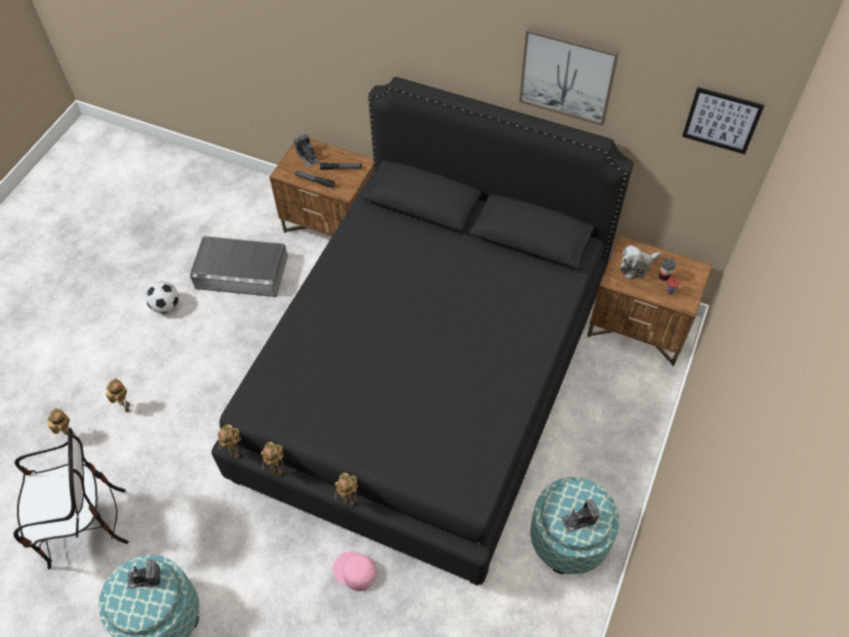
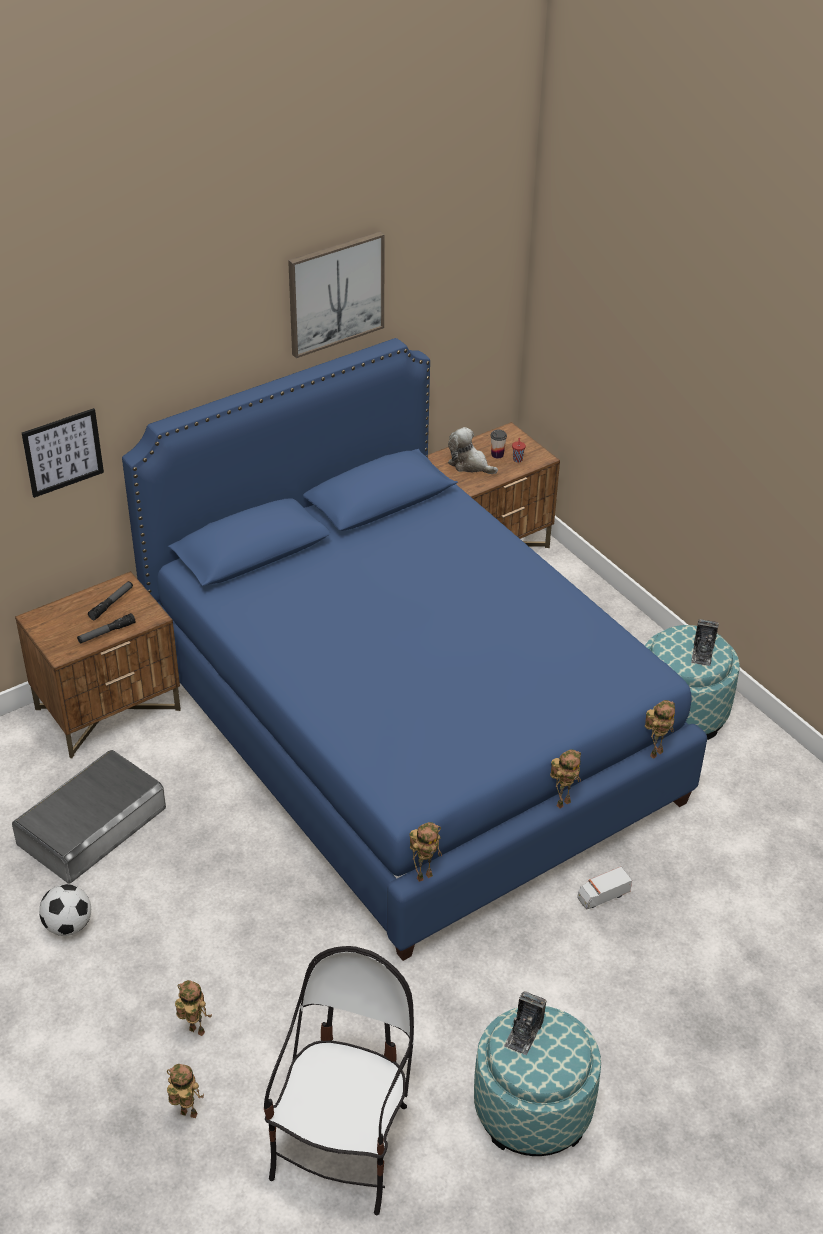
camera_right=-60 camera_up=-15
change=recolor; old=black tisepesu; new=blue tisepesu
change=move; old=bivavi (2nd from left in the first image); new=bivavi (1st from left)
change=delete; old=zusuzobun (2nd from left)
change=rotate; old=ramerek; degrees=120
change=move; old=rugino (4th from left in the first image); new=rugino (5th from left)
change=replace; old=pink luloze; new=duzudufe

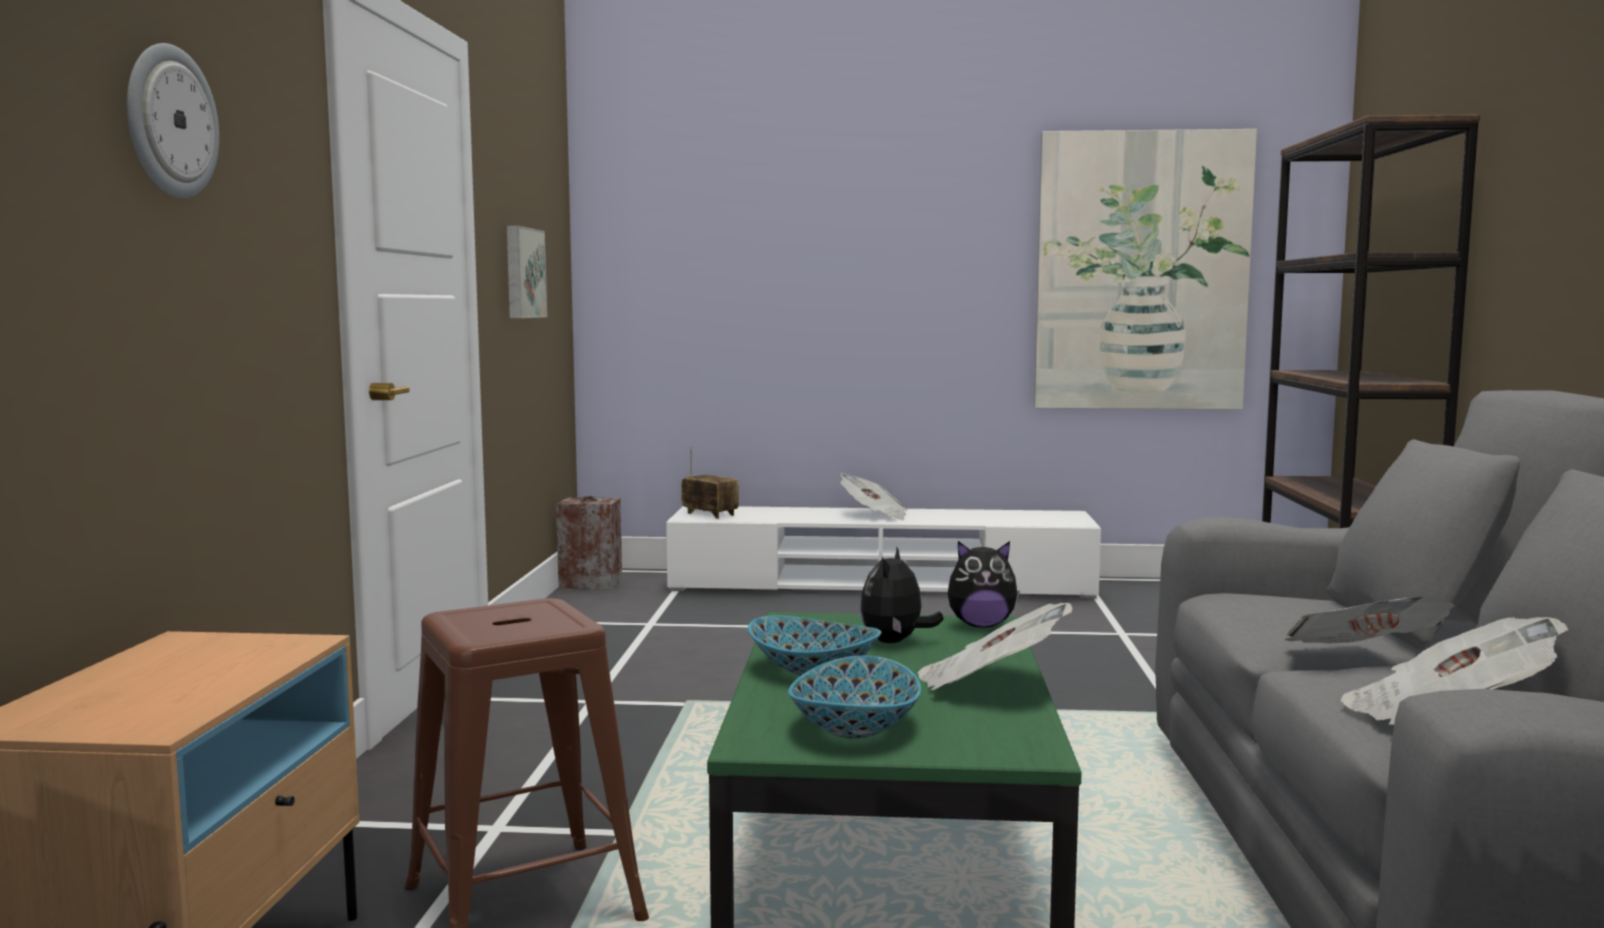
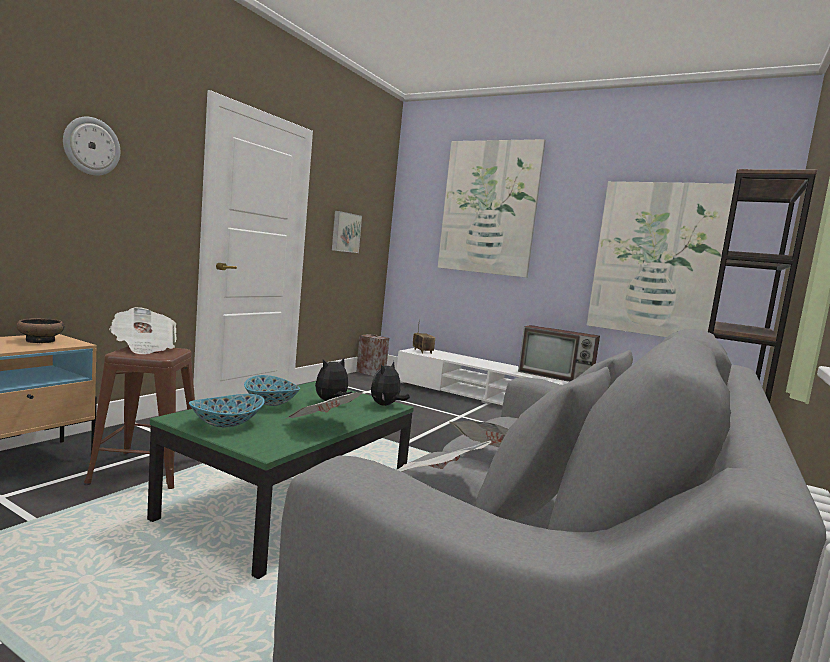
camera_right=25 camera_up=0
change=move; old=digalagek (1st from left)
change=rotate; old=ramerek (2nd from left); degrees=90
change=insert; new=bivavi (2nd from left)
change=insert; new=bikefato (1st from left)
change=insert; new=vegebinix

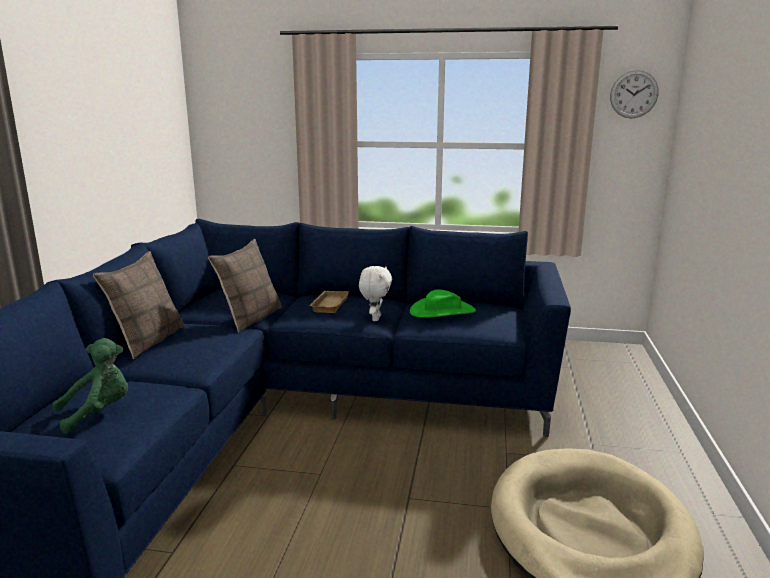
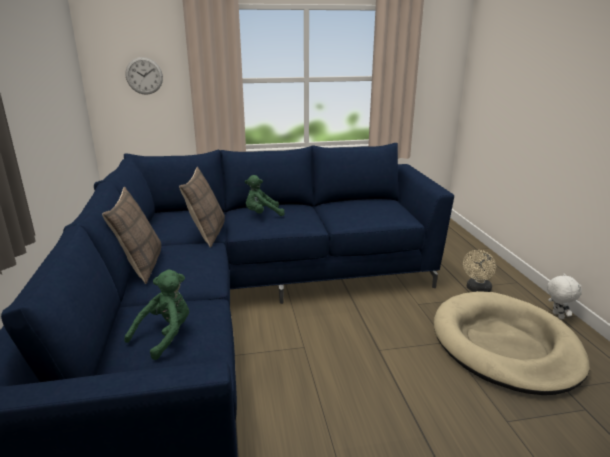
camera_right=-20 camera_up=5
change=move; old=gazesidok
change=move; old=white ramerek
change=delete; old=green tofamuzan
change=replace; old=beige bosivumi; new=green ramerek (2nd from left)
change=insert; new=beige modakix

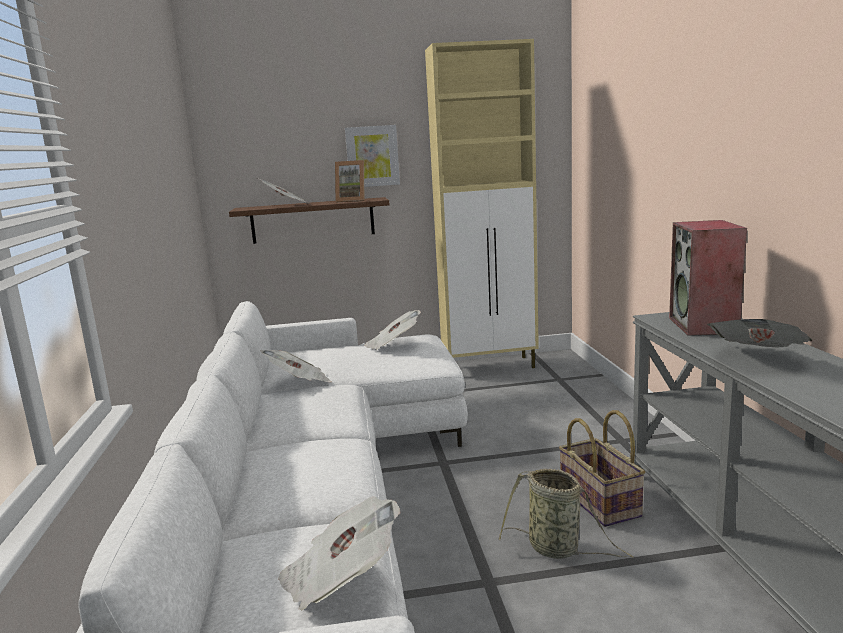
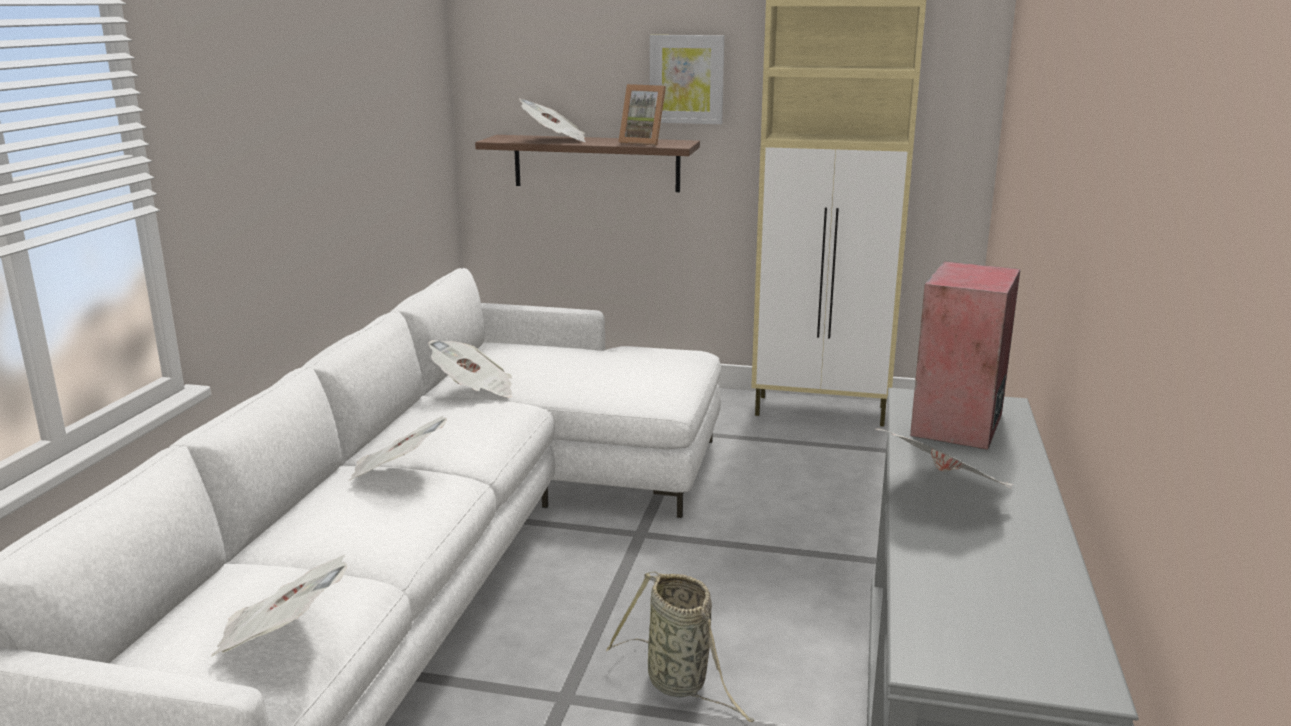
camera_right=20 camera_up=5
change=move; old=digalagek (4th from left in the first image); new=digalagek (2nd from left)
change=delete; old=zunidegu (2nd from left)

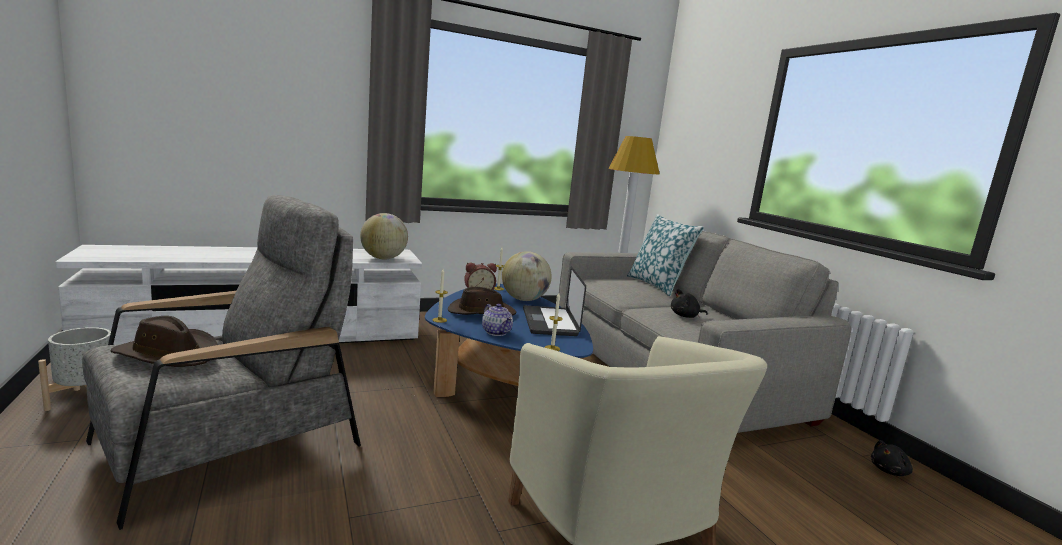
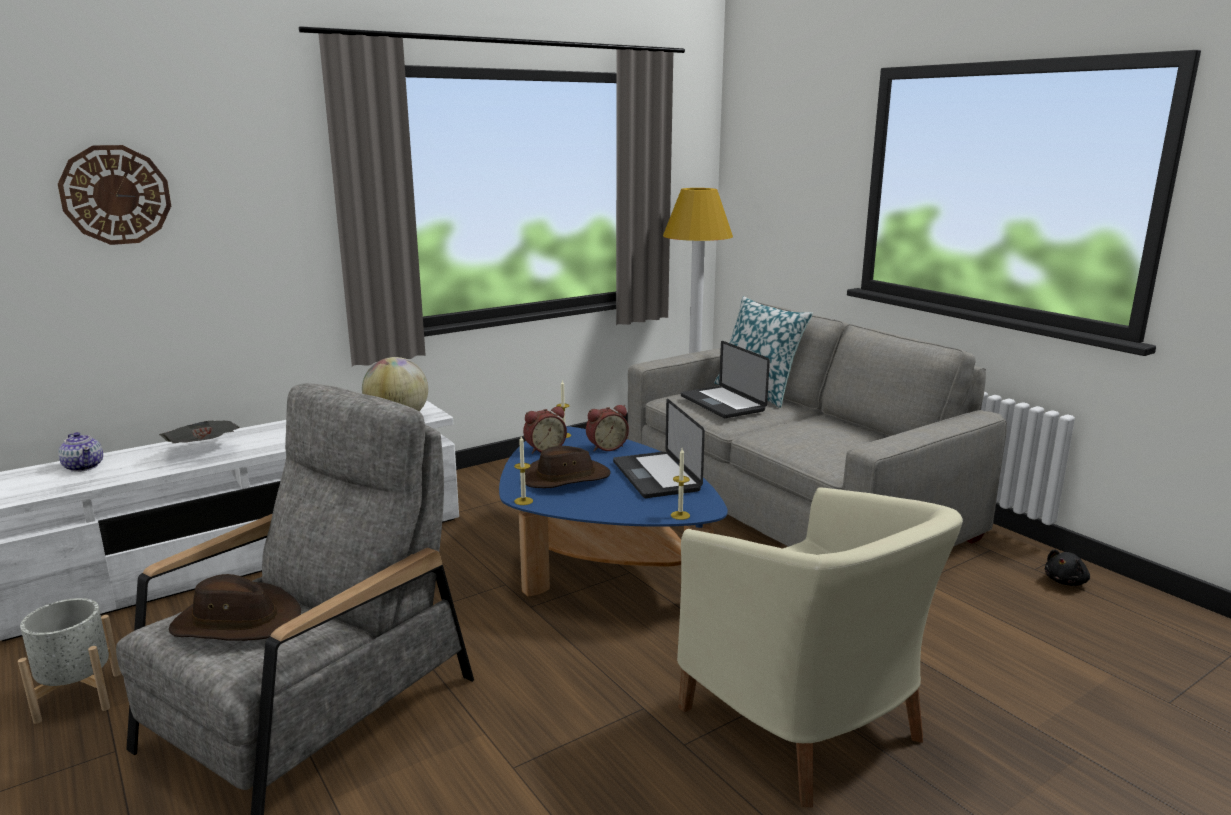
camera_right=-10 camera_up=5
change=replace; old=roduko (2nd from left); new=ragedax (2nd from left)
change=delete; old=black ramerek (1st from left)
change=move; old=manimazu
change=insert; new=gazesidok
change=insert; new=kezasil (2nd from left)
change=insert; new=digalagek

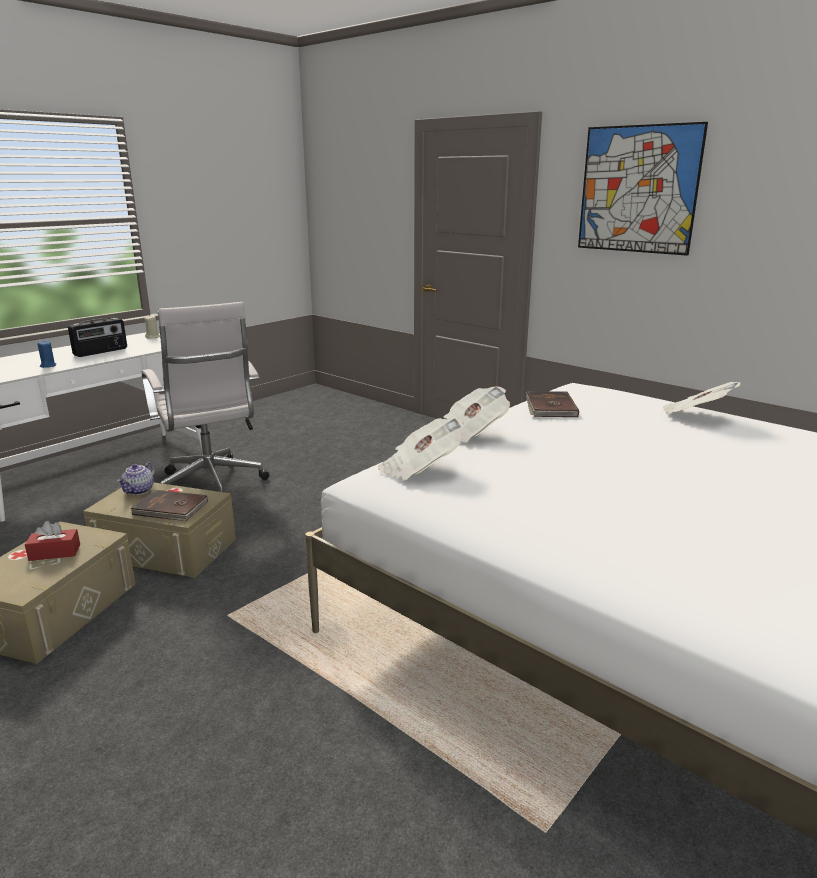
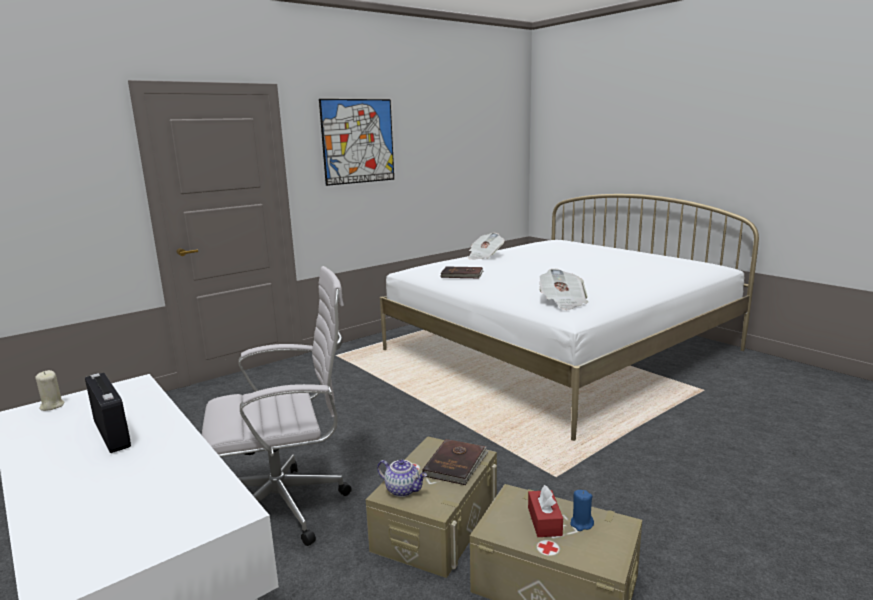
camera_right=-80 camera_up=-5
change=move; old=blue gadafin
change=delete; old=digalagek (2nd from left)

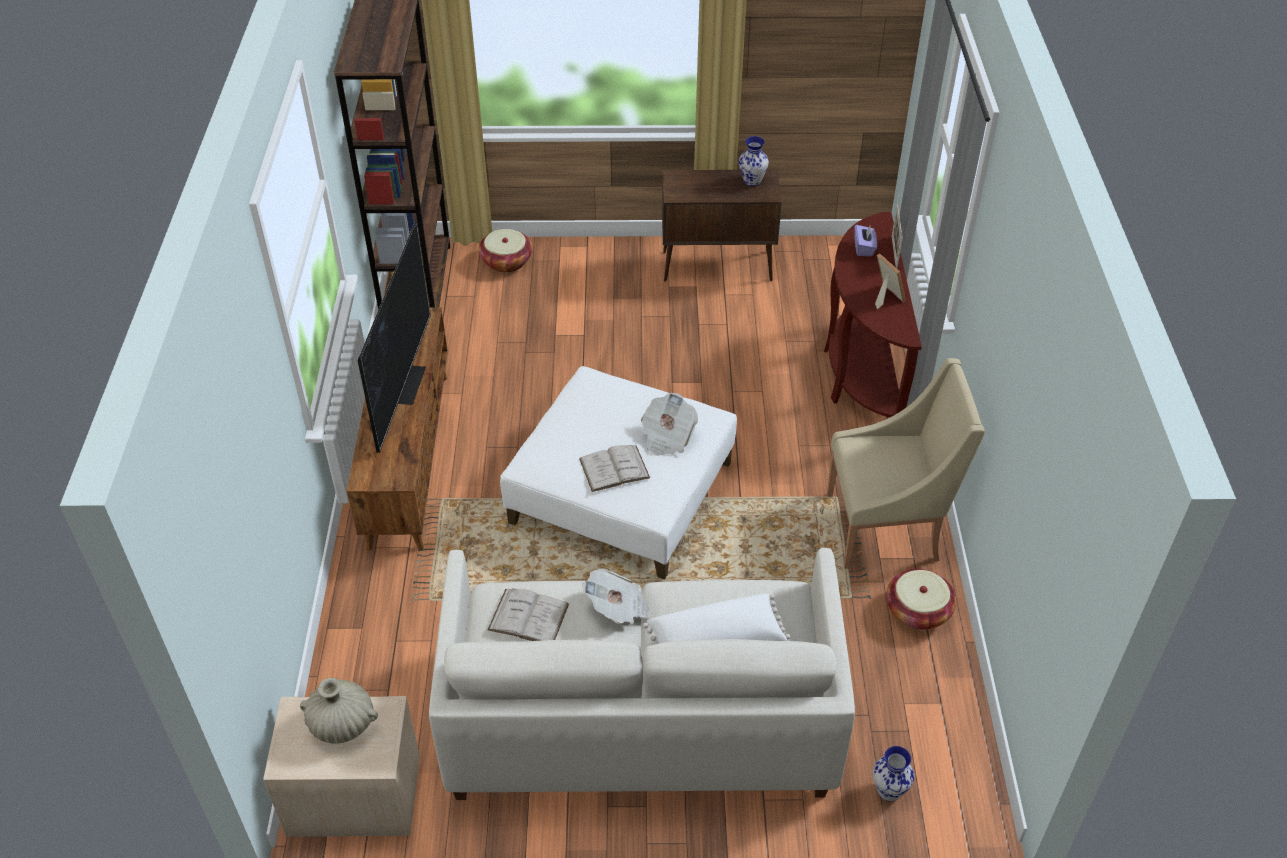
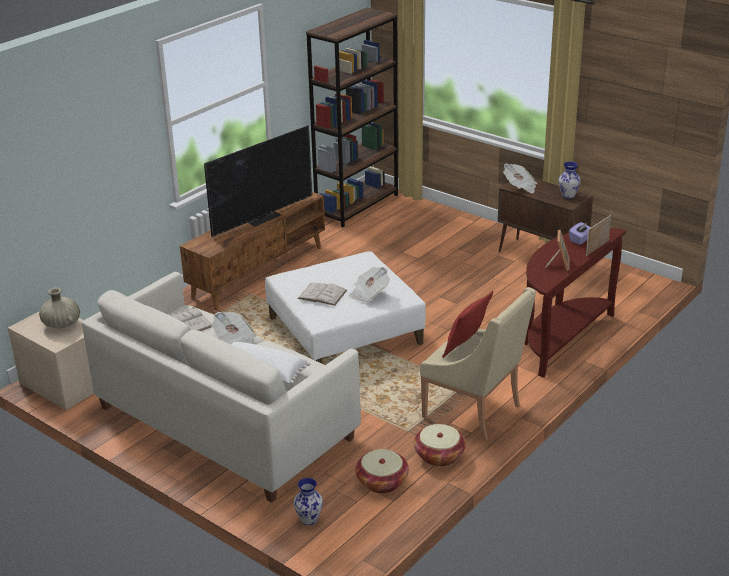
camera_right=40 camera_up=-15
change=move; old=zunidegu (1st from left)
change=insert; new=digalagek (3rd from left)
change=insert; new=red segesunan

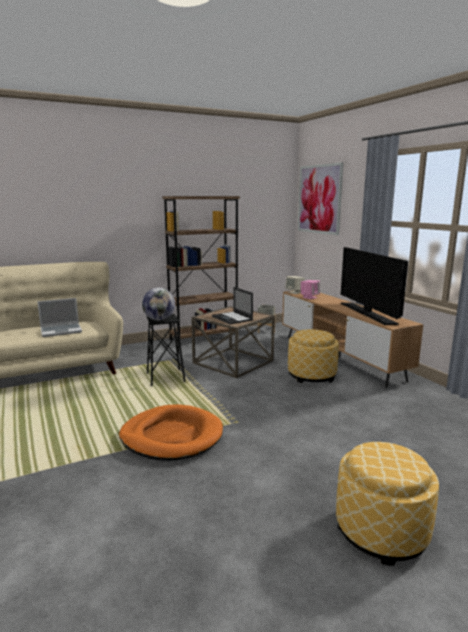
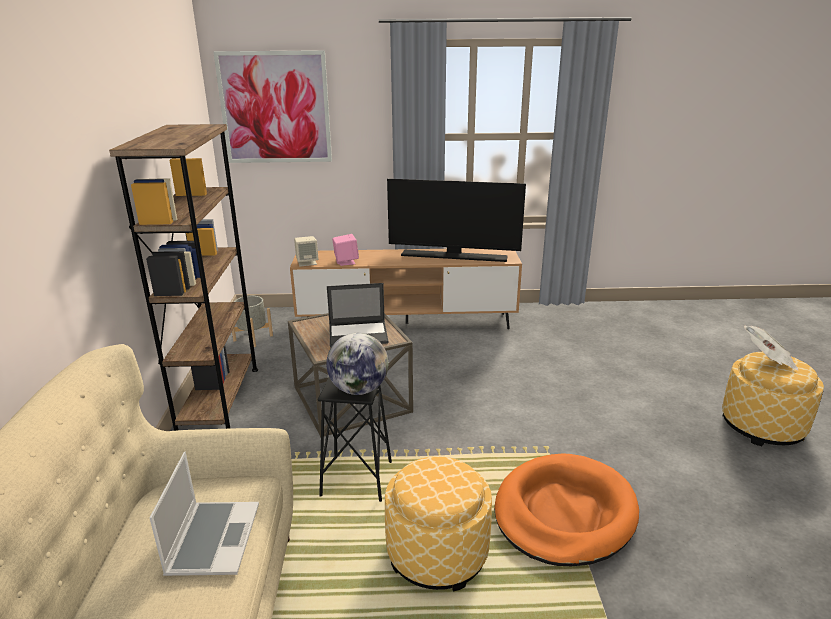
camera_right=-65 camera_up=10
change=move; old=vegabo (1st from left)
change=insert; new=digalagek

